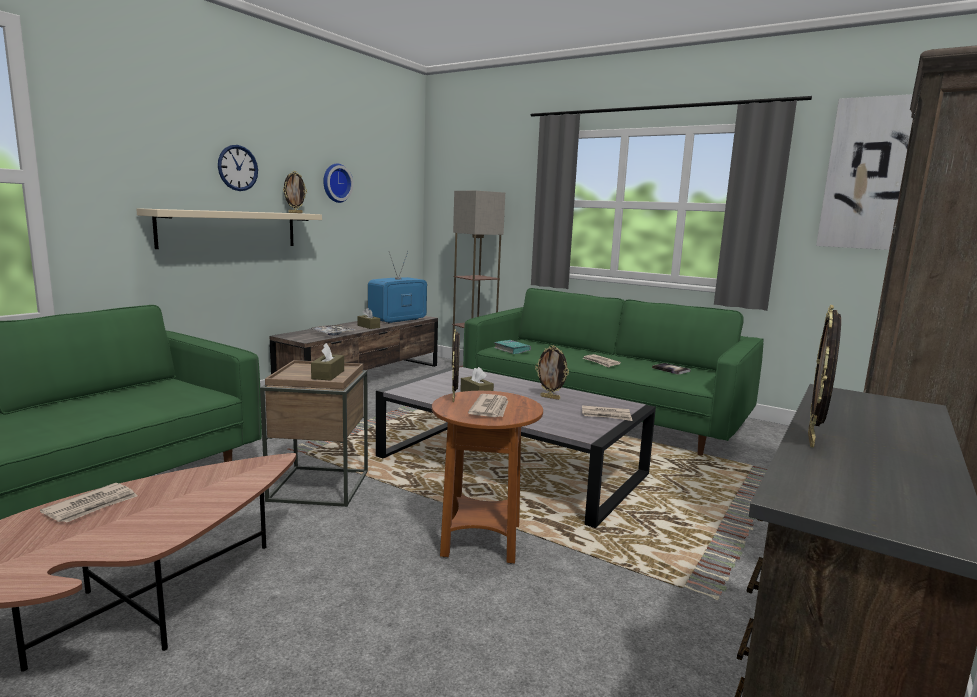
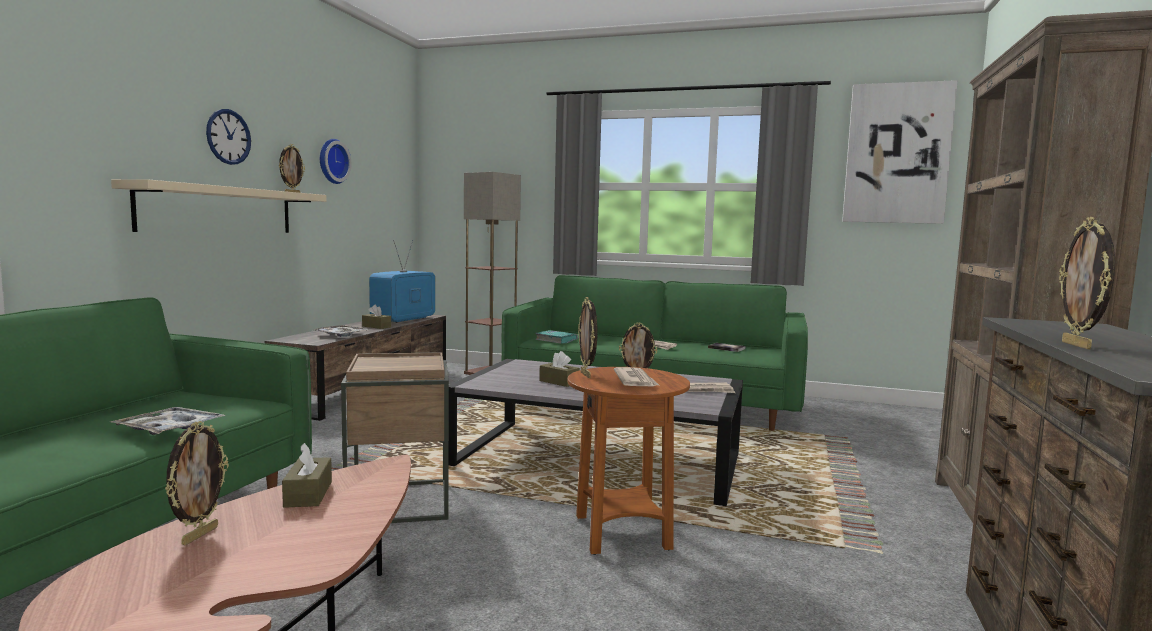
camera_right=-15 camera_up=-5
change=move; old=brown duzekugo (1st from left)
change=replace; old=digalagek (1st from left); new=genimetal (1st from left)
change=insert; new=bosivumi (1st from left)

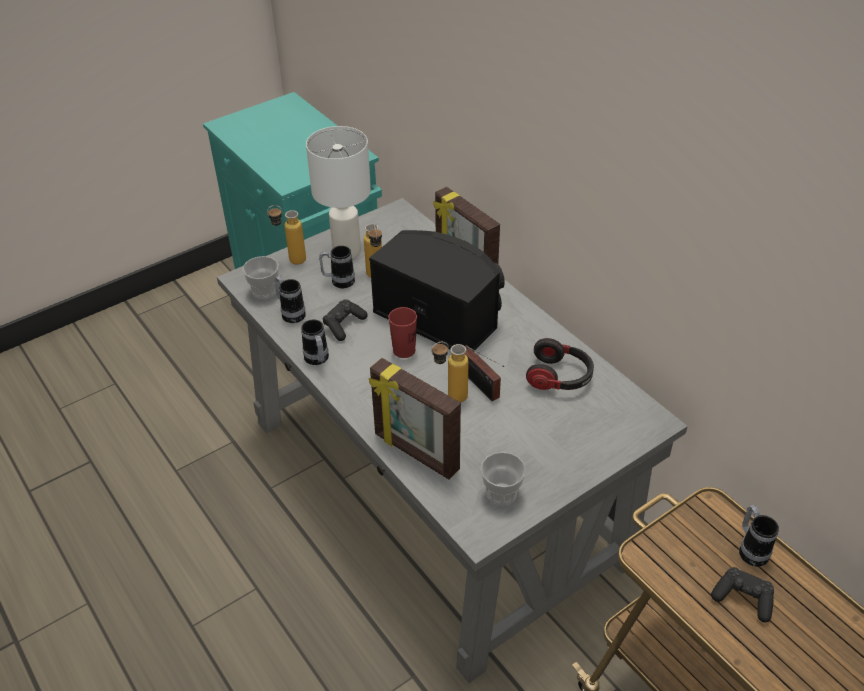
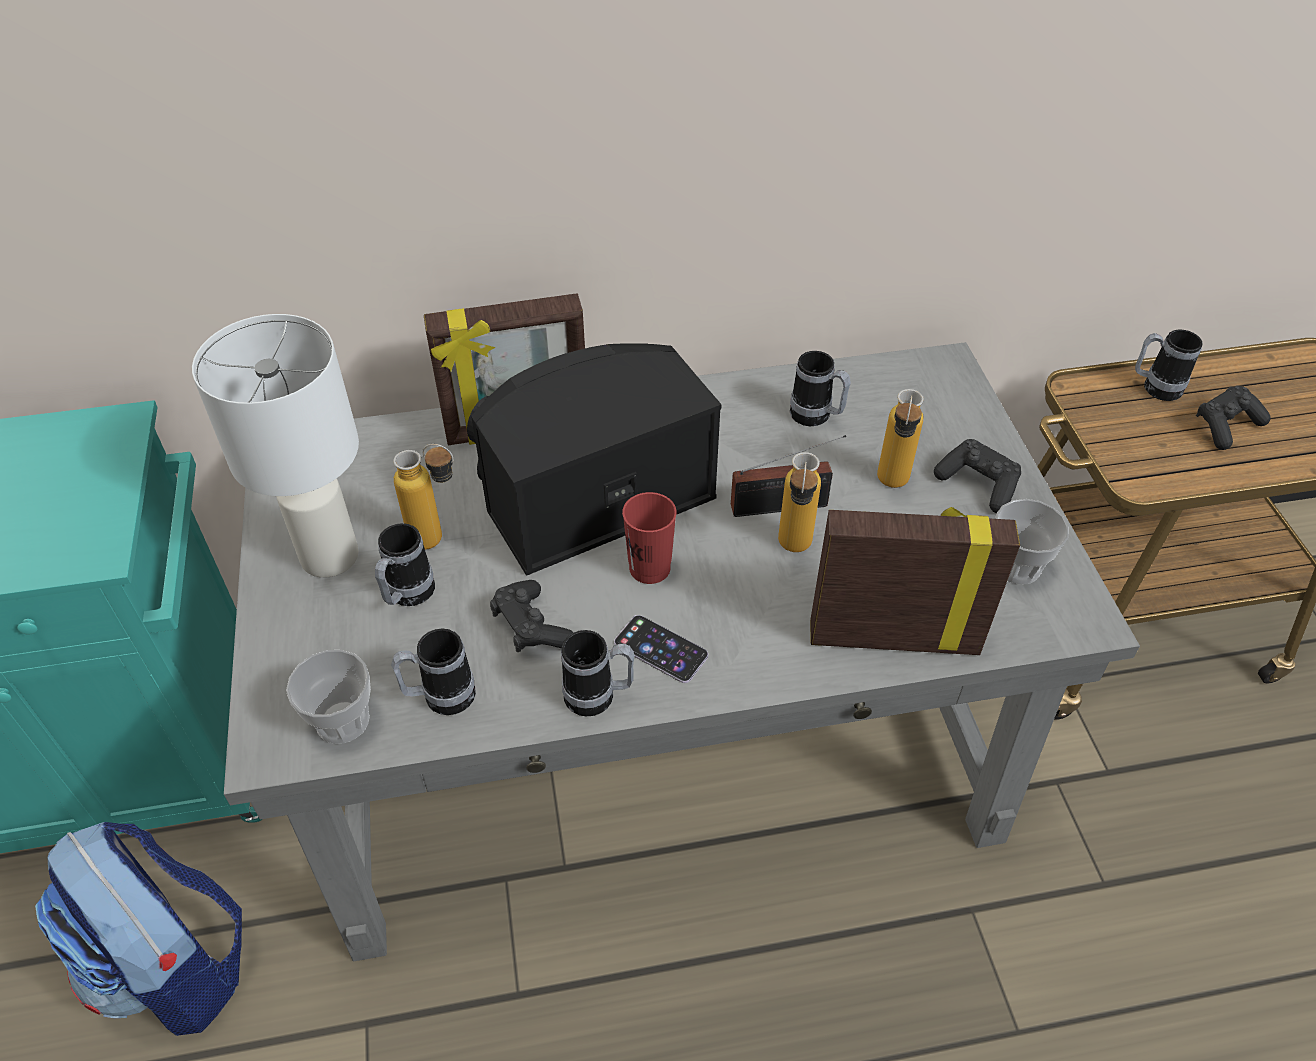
camera_right=-65 camera_up=5
change=move; old=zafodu (1st from left in the first image); new=zafodu (3rd from left)
change=replace; old=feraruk; new=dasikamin (4th from left)
change=rotate; old=genimetal (1st from left in the first image); degrees=-150
change=insert; new=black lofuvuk (2nd from left)
change=insert; new=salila
change=insert; new=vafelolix

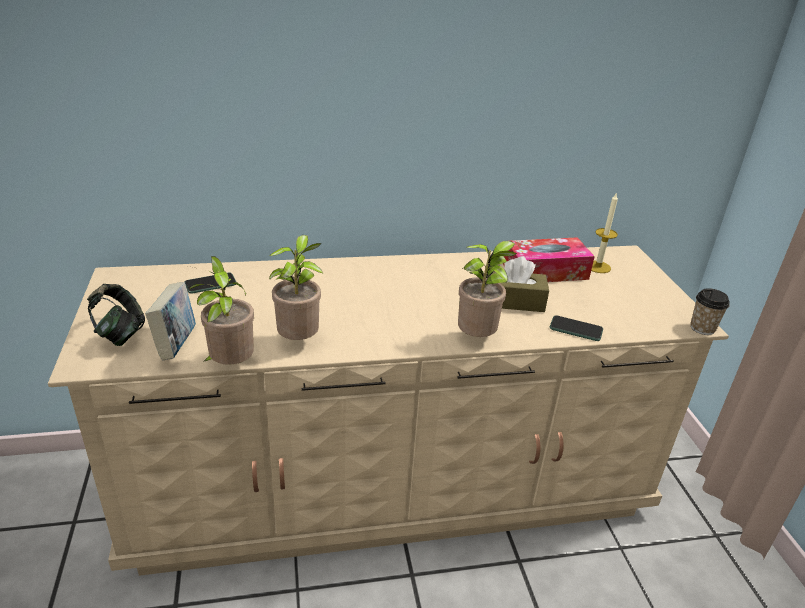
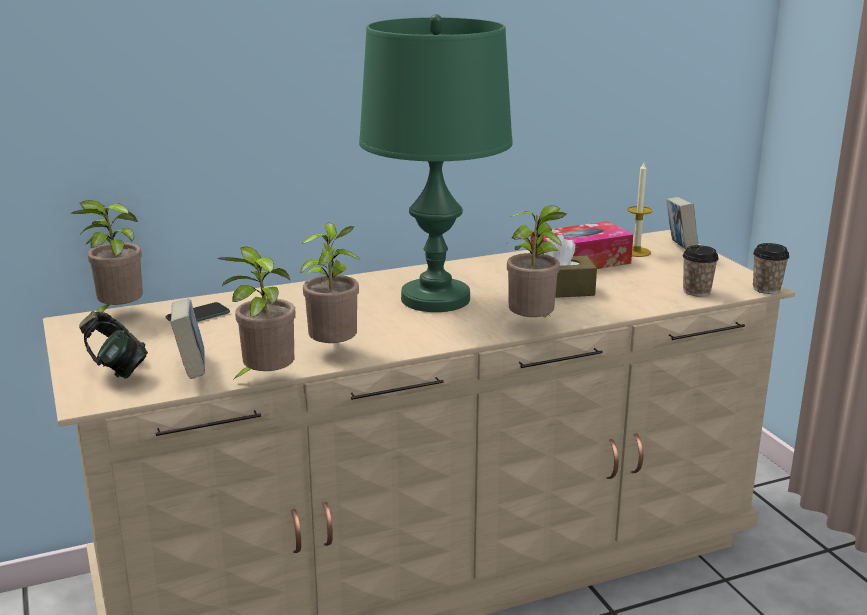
camera_right=-10 camera_up=-10
change=delete; old=salila (2nd from left)
change=insert; new=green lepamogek
change=insert; new=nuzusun (2nd from left)
change=insert; new=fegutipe (1st from left)
change=insert; new=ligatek (1st from left)

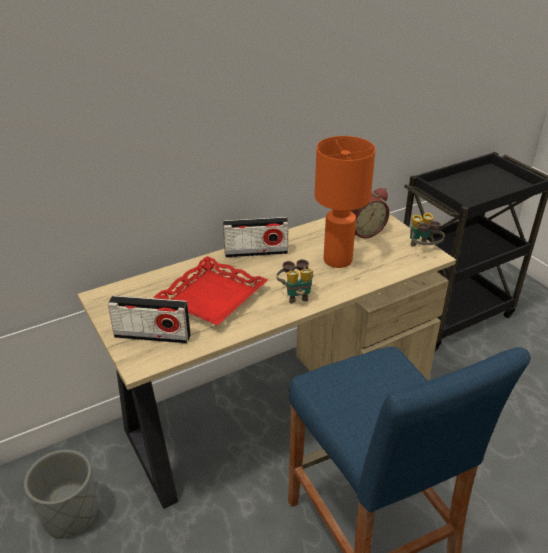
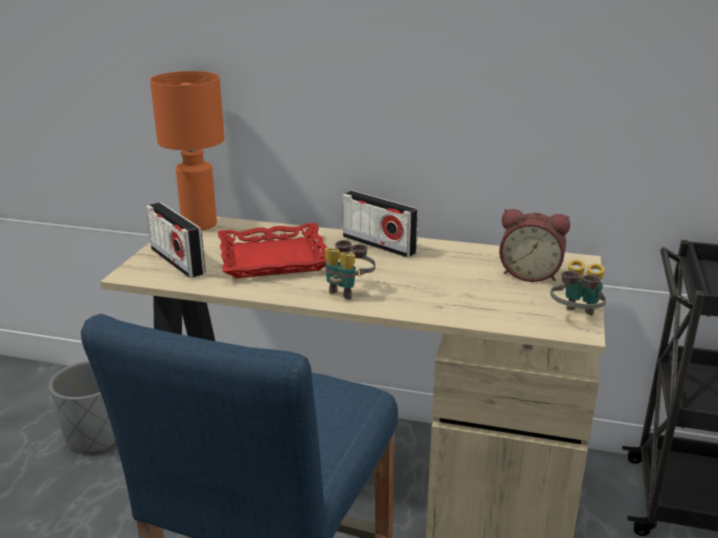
camera_right=45 camera_up=-10
change=move; old=orange lepamogek

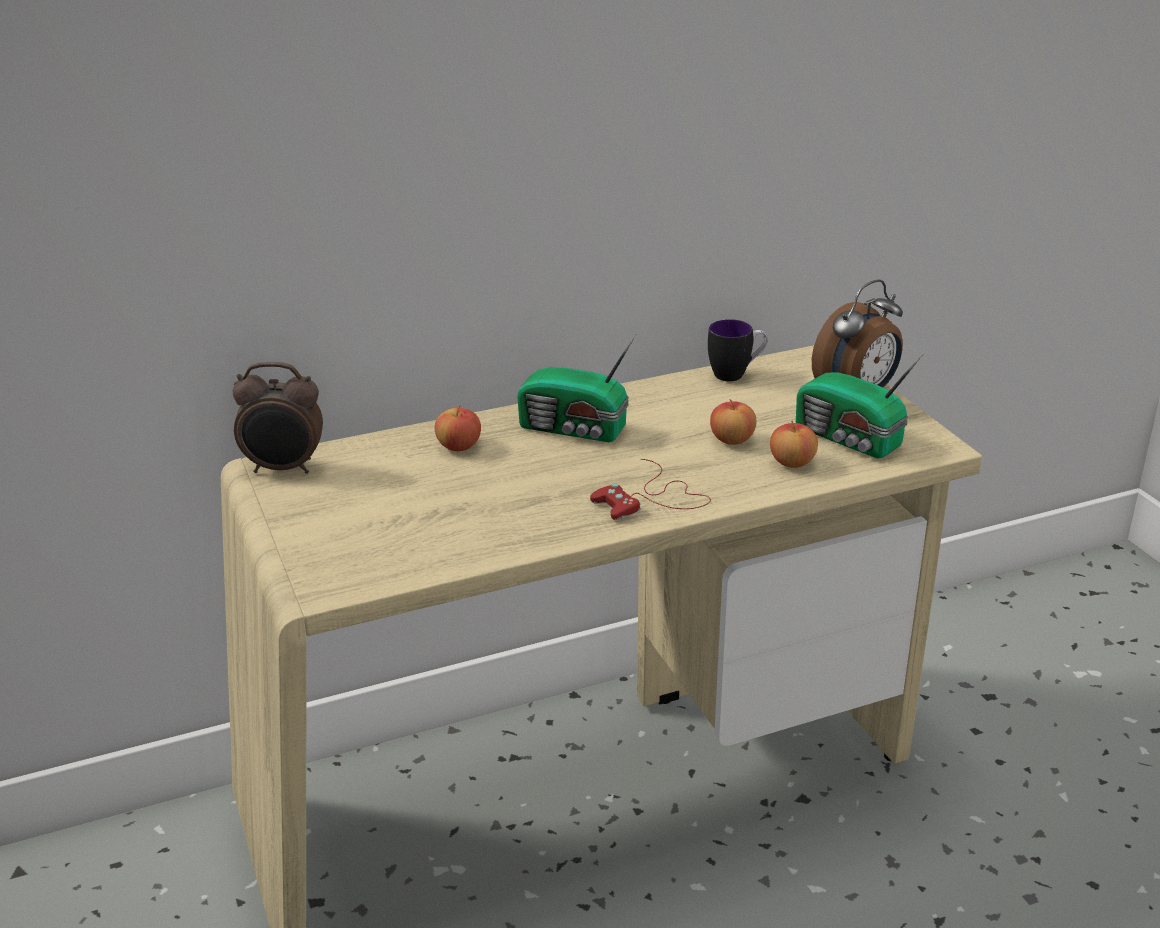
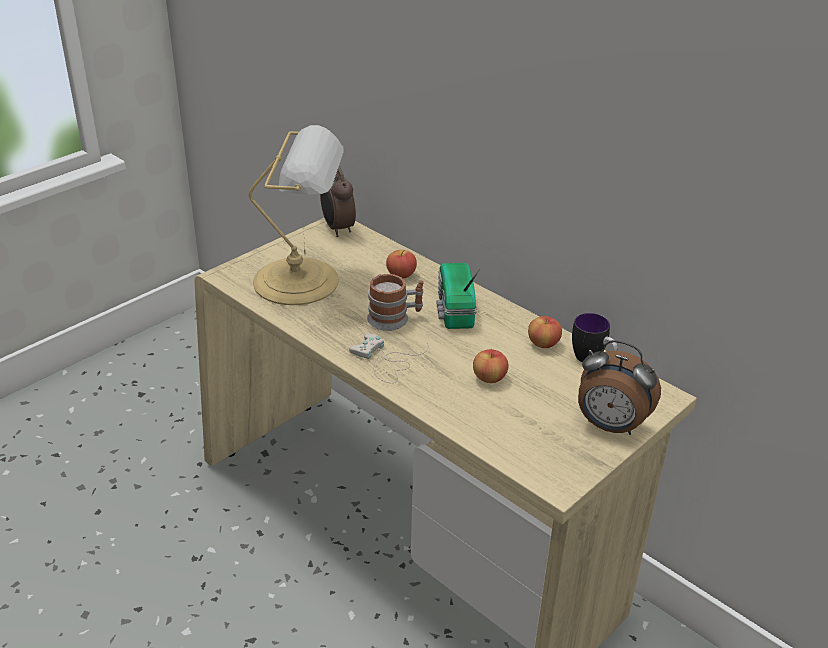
camera_right=65 camera_up=5
change=delete; old=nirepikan (2nd from left)
change=move; old=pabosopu (3rd from left)
change=recolor; old=red lofuvuk; new=white lofuvuk
change=insert; new=lepamogek
change=insert; new=dasikamin (1st from left)

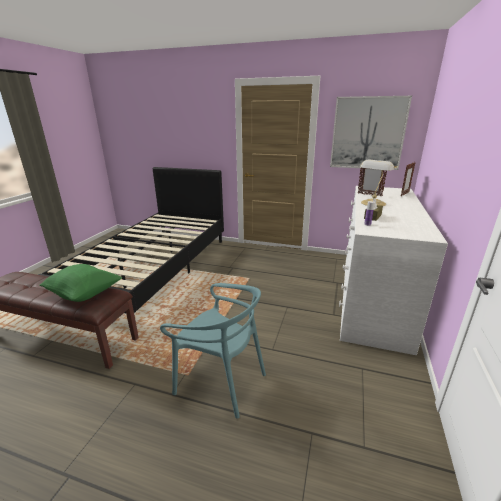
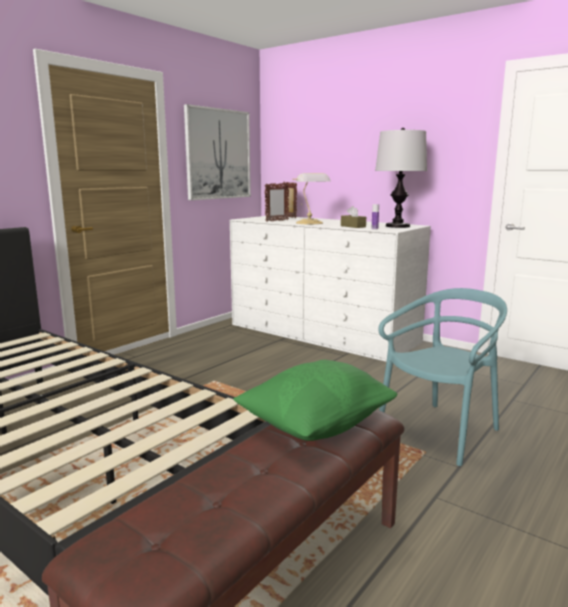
camera_right=-70 camera_up=-10
change=insert; new=lepamogek (2nd from left)

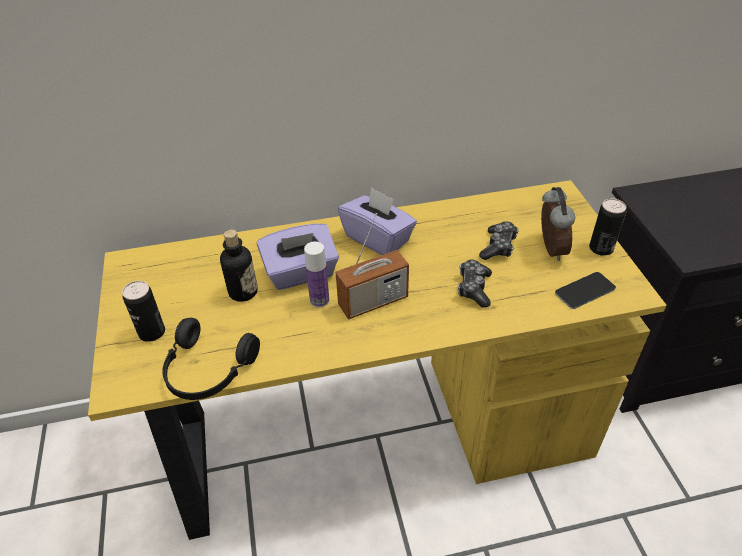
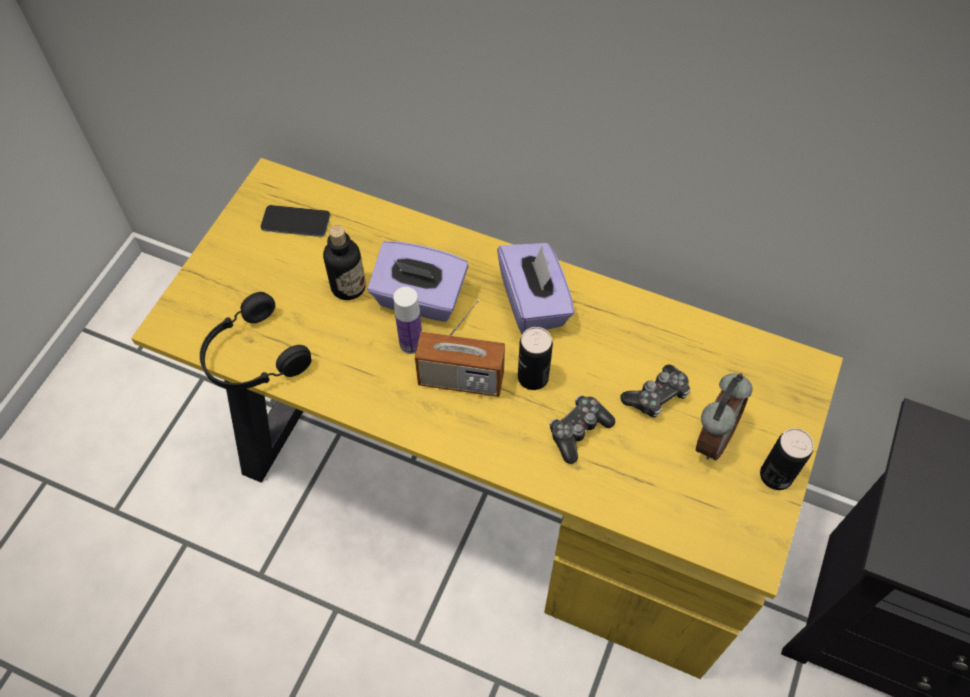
camera_right=35 camera_up=15
change=move; old=salila
change=move; old=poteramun (1st from left)

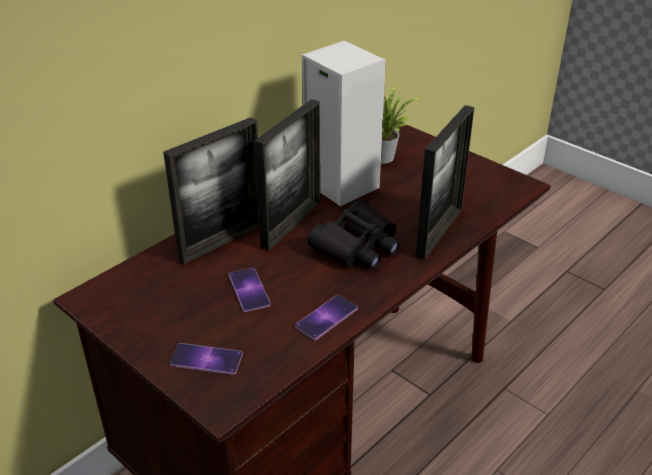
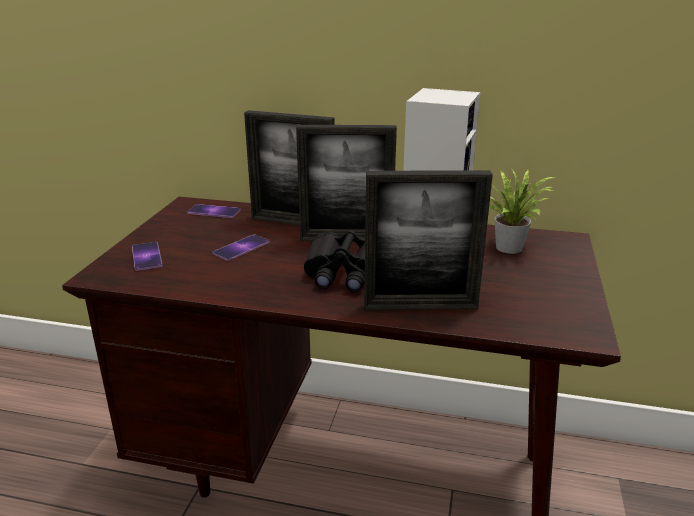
camera_right=60 camera_up=-10
change=move; old=salila (3rd from left in the first image); new=salila (2nd from left)

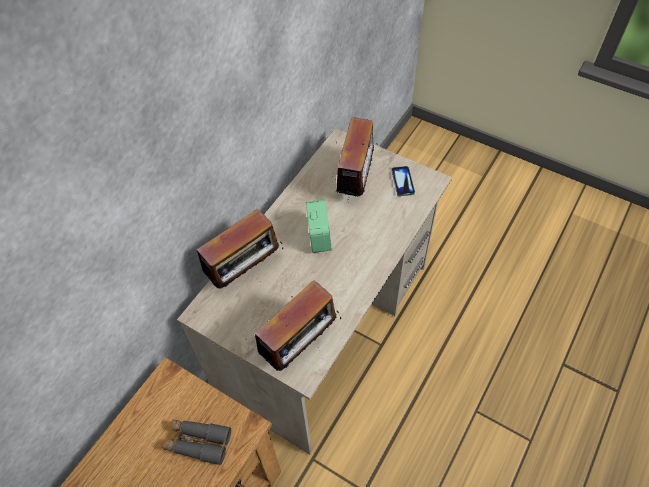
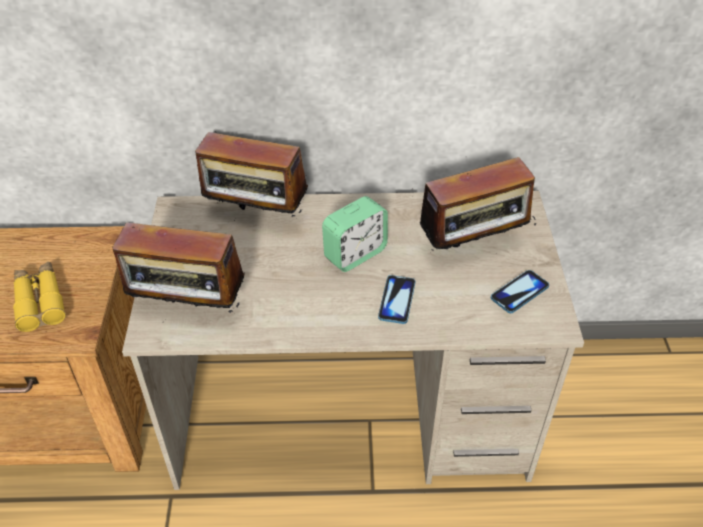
camera_right=55 camera_up=-10
change=recolor; old=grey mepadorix; new=yellow mepadorix
change=insert; new=salila (1st from left)

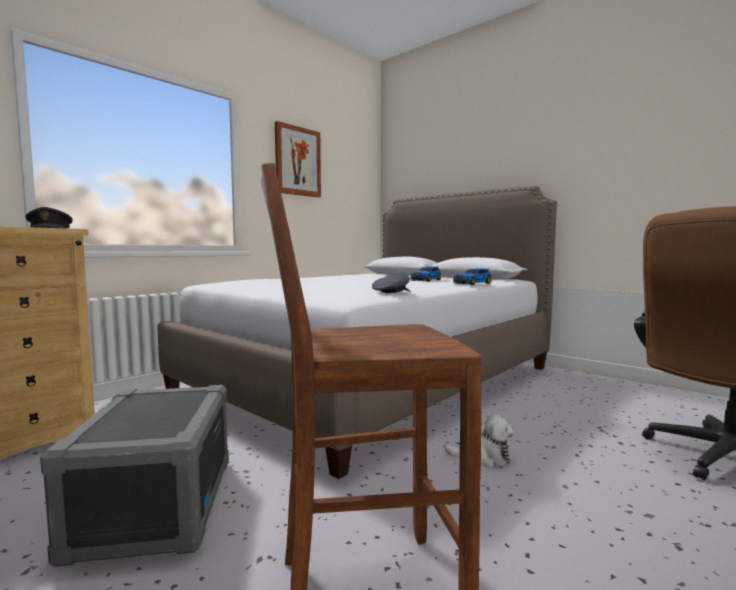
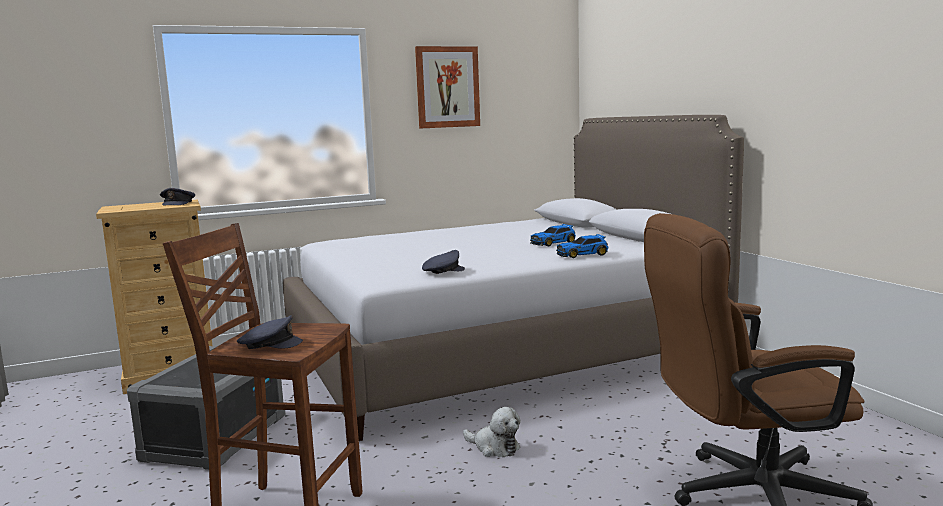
camera_right=25 camera_up=5
change=insert; new=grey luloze (2nd from left)

